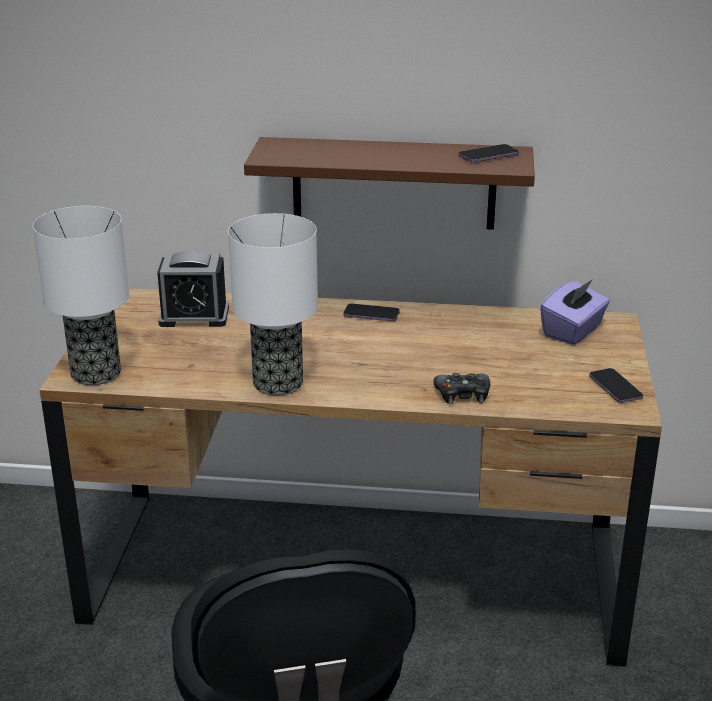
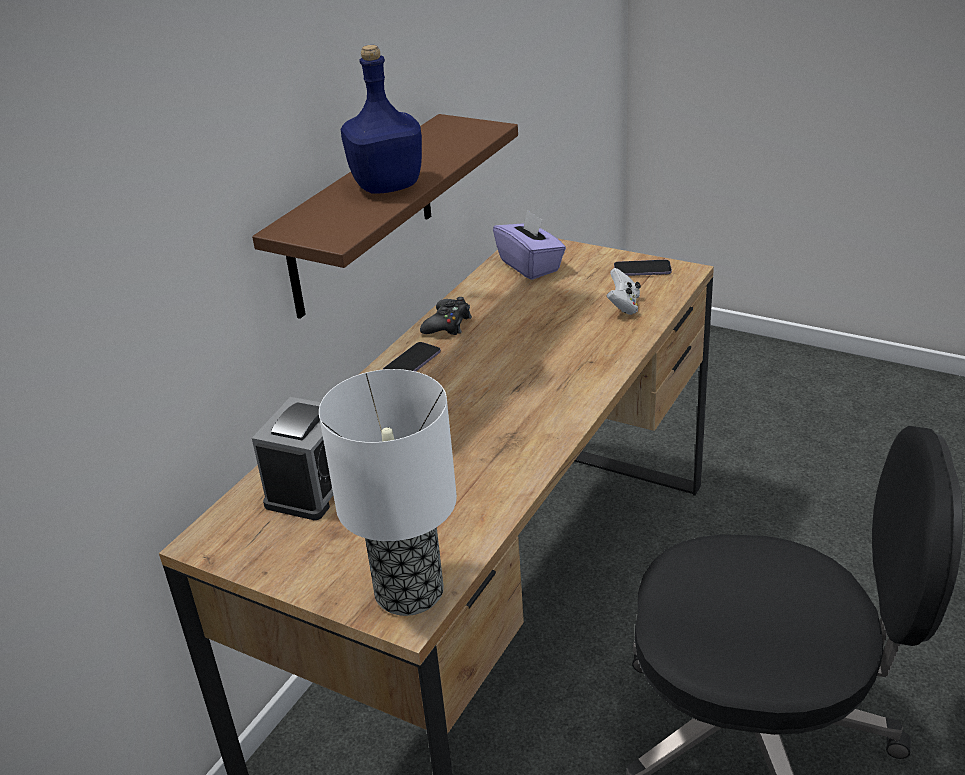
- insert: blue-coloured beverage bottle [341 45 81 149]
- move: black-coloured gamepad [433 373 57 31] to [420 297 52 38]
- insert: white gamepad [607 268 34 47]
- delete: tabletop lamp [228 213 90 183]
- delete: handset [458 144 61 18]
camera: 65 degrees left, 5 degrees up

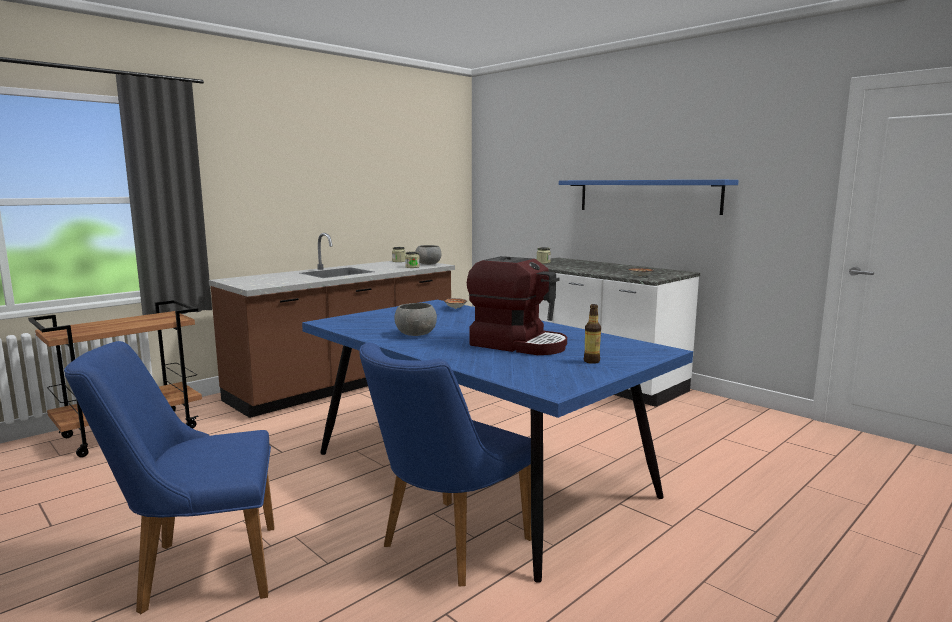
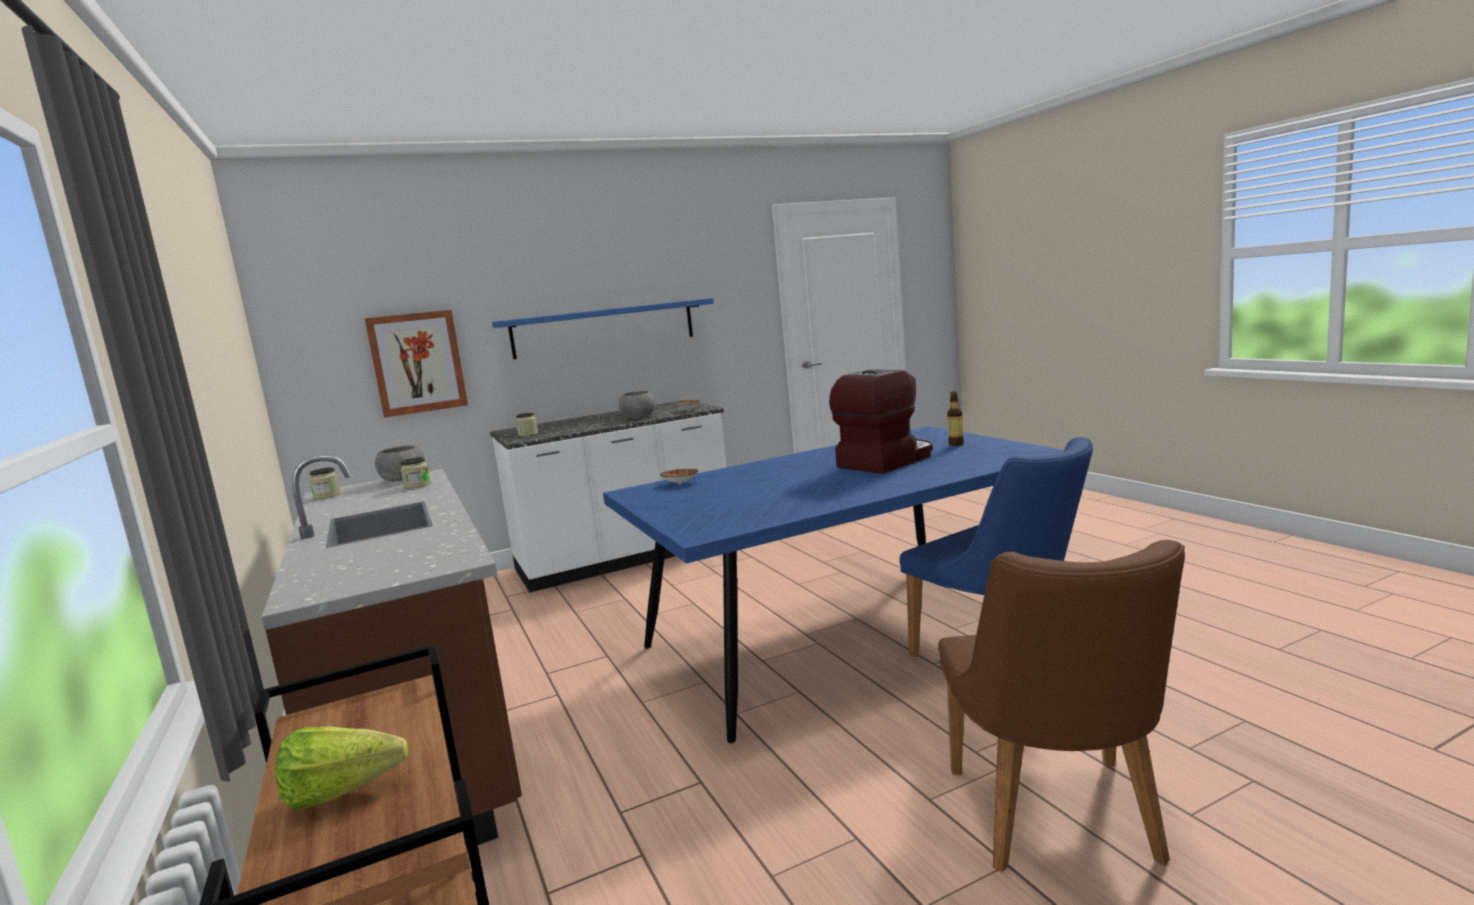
- insert: head of lettuce [275 726 133 84]
- insert: picture [365 310 103 108]
- move: greyish deep dish [394 303 43 33] to [618 391 37 28]
- recolor: blue-coloured chair [64 341 211 273] to brownish chair [938 540 247 332]
camera: 70 degrees left, 0 degrees up

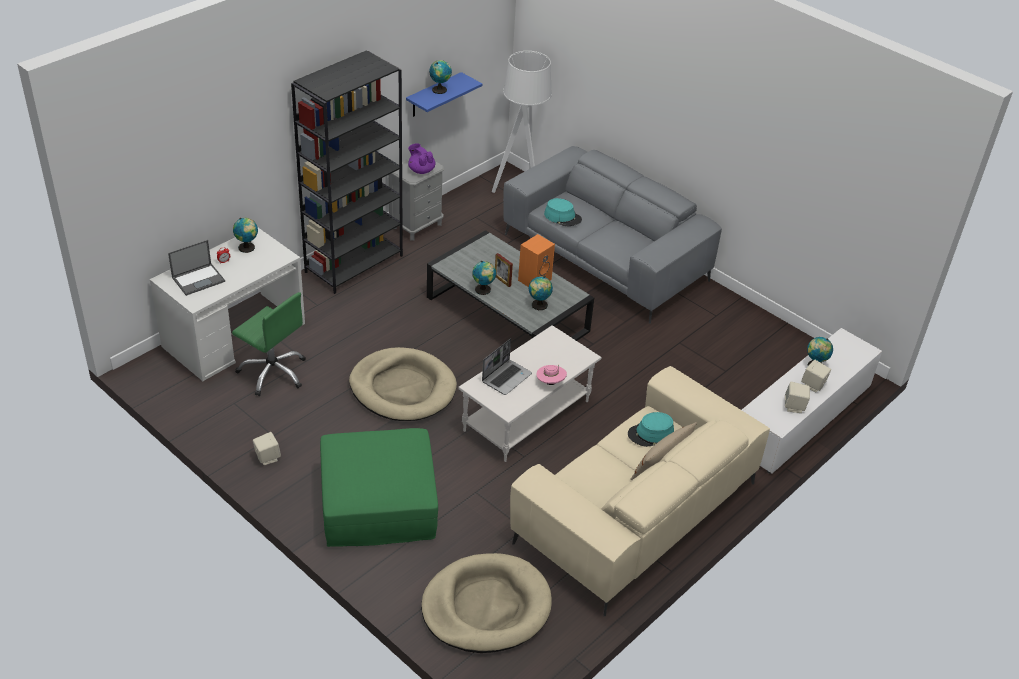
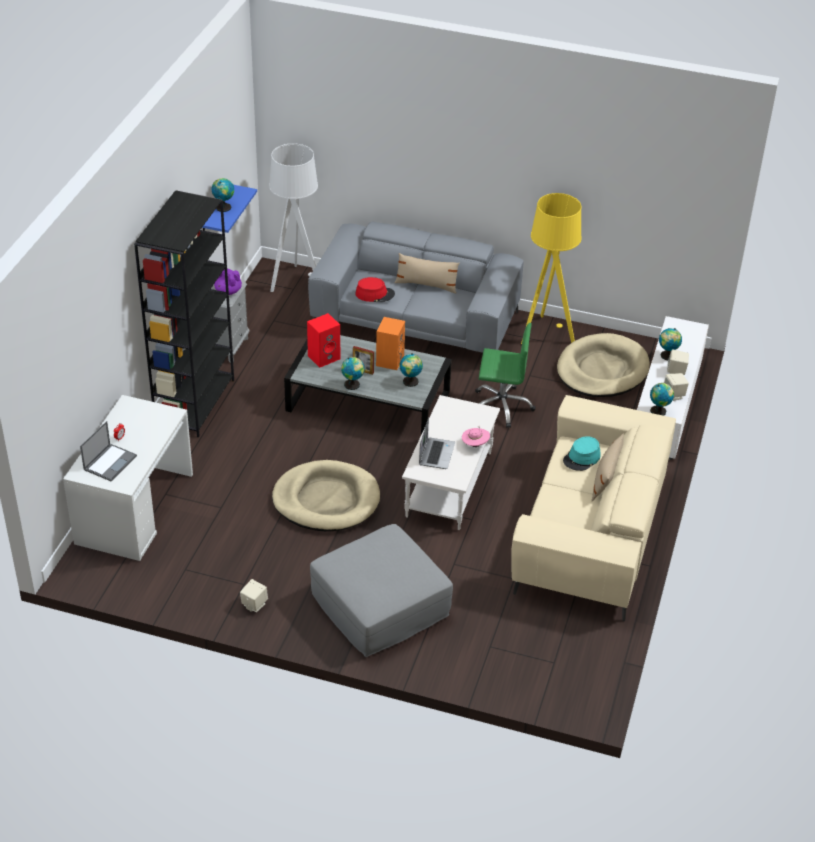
- insert: red-coloured speaker [307 313 33 55]
- recolor: greenish footrest [320 428 118 119] to greyish footrest [310 524 143 133]
- recolor: turquoise-coloured hat [544 198 38 28] to red-coloured hat [355 277 40 25]
- insert: beige throw pillow [395 253 65 40]
- move: greenish office chair [232 292 74 104] to [475 323 60 105]
- insert: yellow standard lamp [521 193 61 151]
- move: beige dog bed [421 553 131 100] to [557 333 93 64]
- move: globe [233 218 25 35] to [650 383 24 33]
camera: 25 degrees left, 0 degrees up

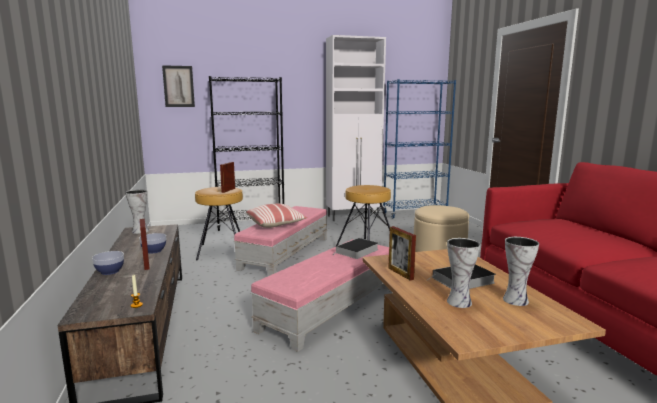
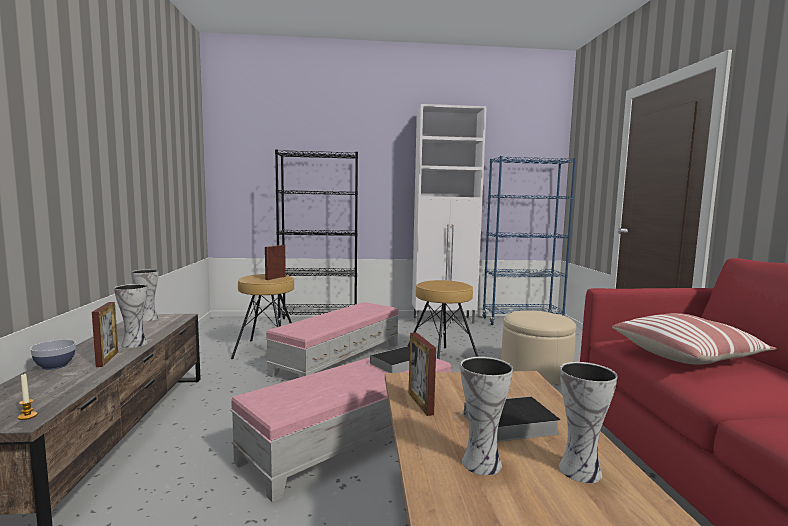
- replace: deep dish [139 233 27 20] to decorative vase [114 284 34 64]
- move: throw pillow [246 204 61 24] to [612 313 164 52]
- delete: picture [162 65 33 42]
camera: 10 degrees right, 5 degrees down

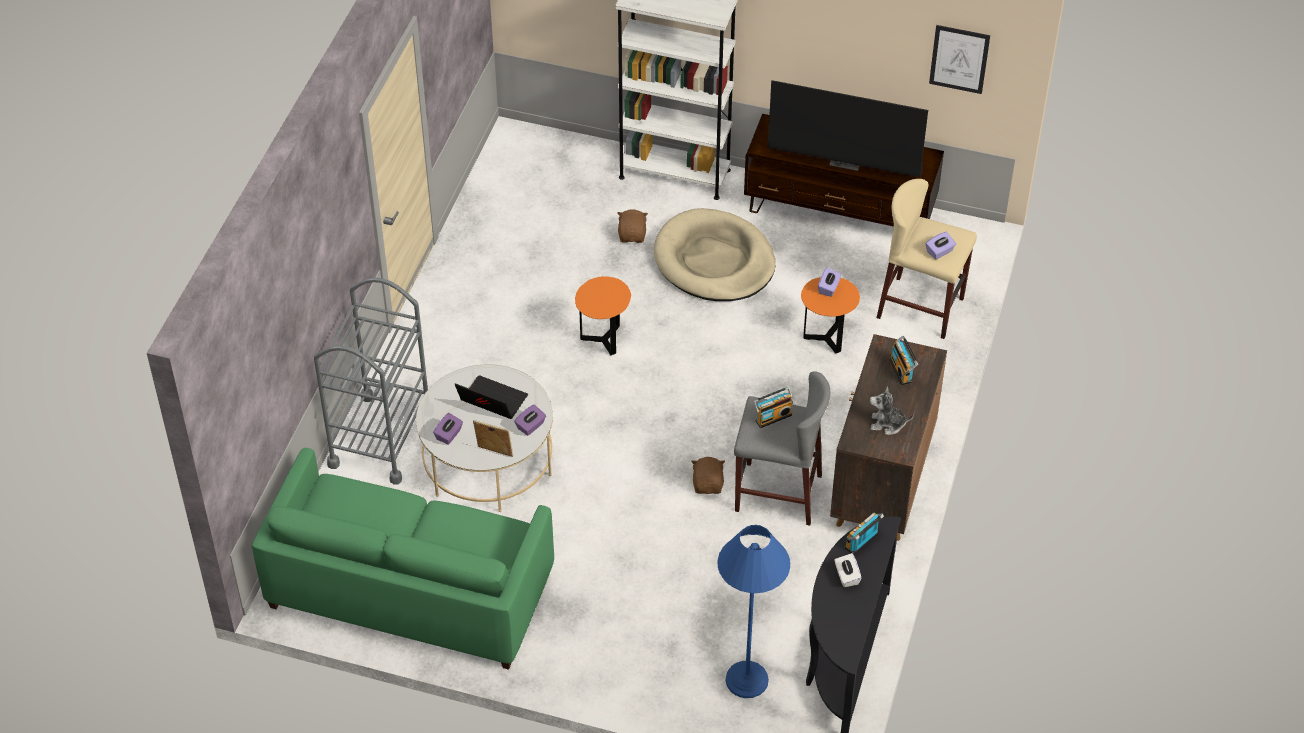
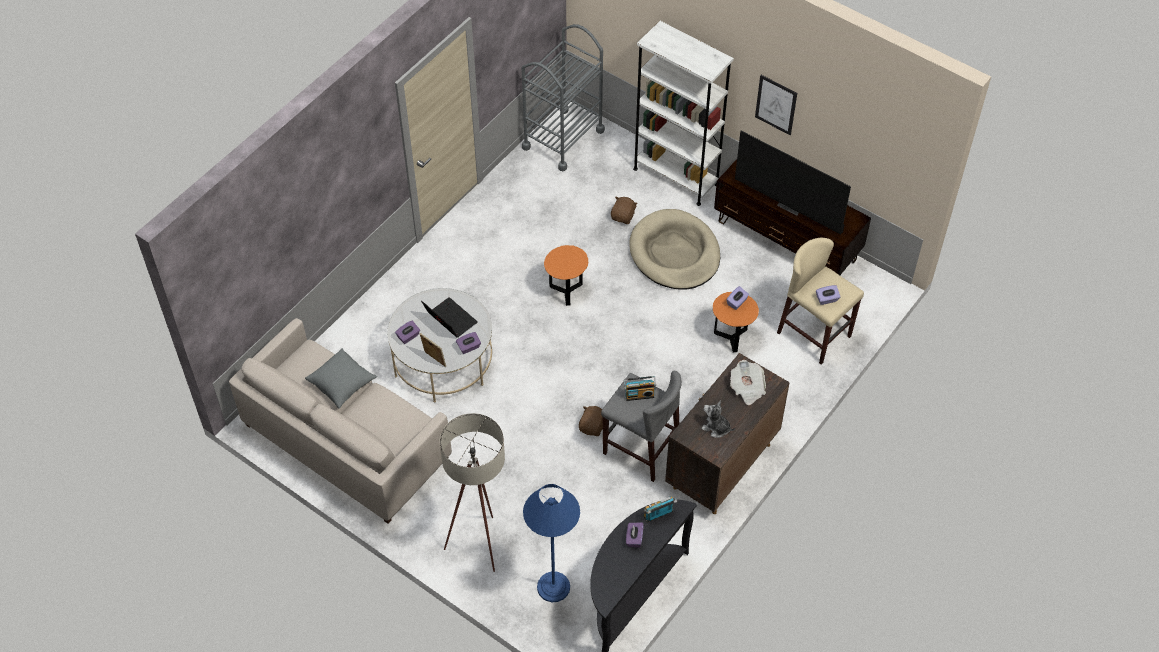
- recolor: greenish settee [252 448 302 222] to beige settee [229 318 223 206]
- insert: greyish throw pillow [305 348 72 61]
- insert: beige standard lamp [440 413 65 159]
- move: greyish trolley [314 277 114 207] to [521 24 84 147]
- recolor: white box of tissues [835 553 26 34] to purple-coloured box of tissues [626 522 18 26]
- replace: radio [889 335 29 50] to daily paper [730 360 36 45]
- move: picture [929 25 61 69] to [755 75 42 60]
camera: 20 degrees right, 5 degrees up

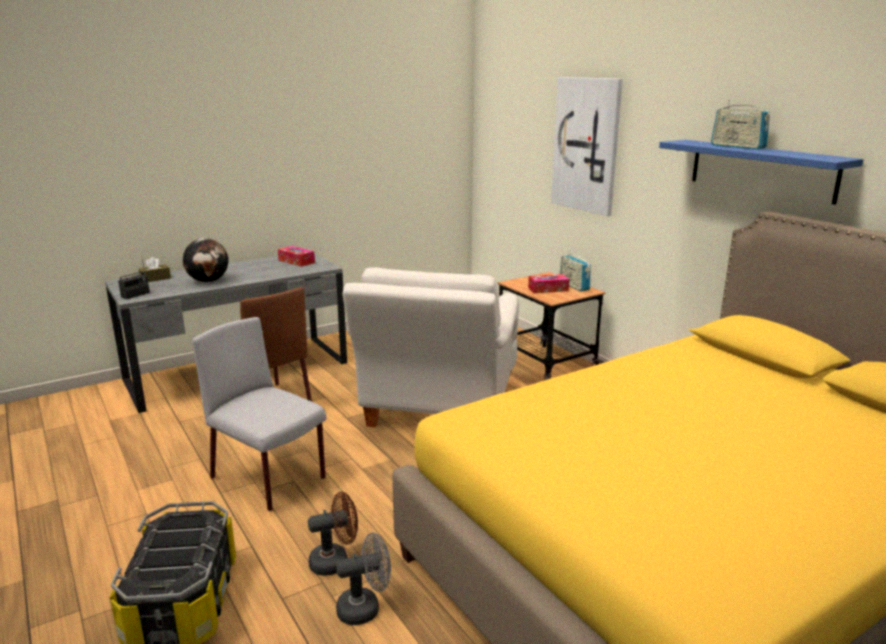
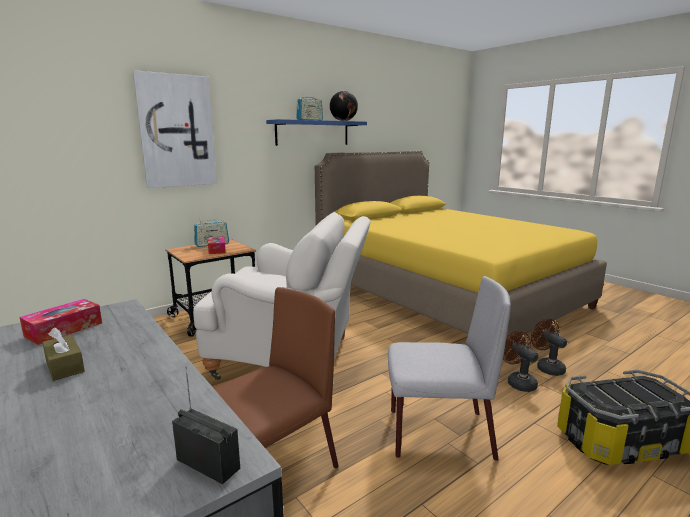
- move: brownish box of tissues [139 257 32 25] to [42 327 43 54]
- move: globe [183 238 46 44] to [330 91 28 30]
- rotate: greyish chair [192 317 134 194] = [388 276 123 185] 120 degrees counterclockwise
- recolor: greyish fan [336 533 55 92] to brownish fan [531 319 36 57]
camera: 95 degrees left, 5 degrees down

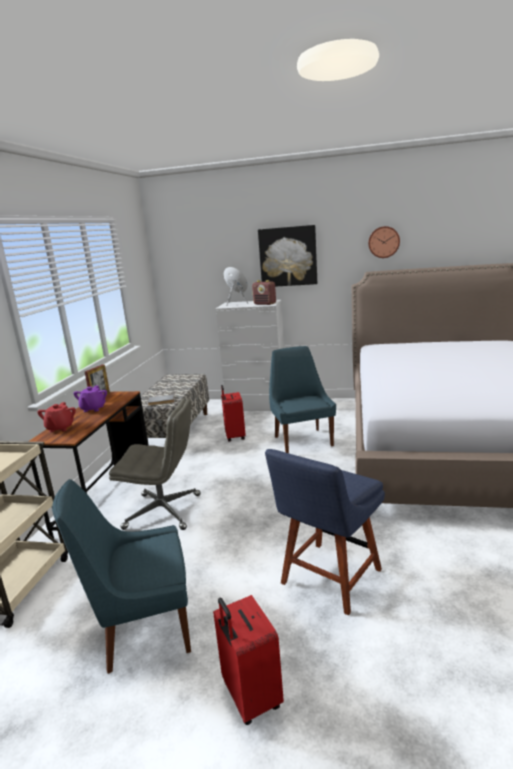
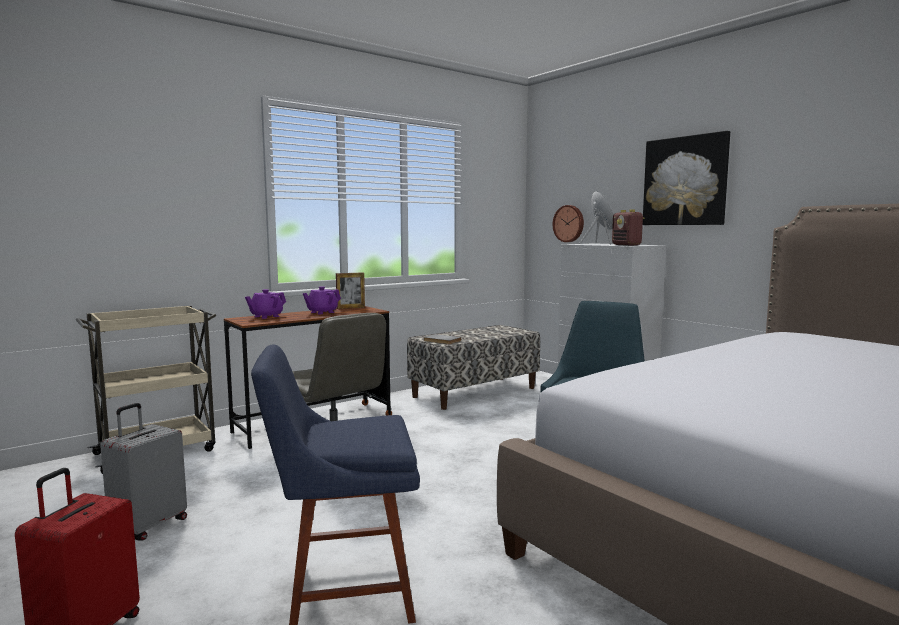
- replace: blue-coloured chair [52 479 139 195] to greyish travel case [100 403 87 138]
- recolor: red-coloured tea pot [37 402 39 30] to purple-coloured tea pot [245 289 41 30]
- move: clock on the wall [368 226 32 32] to [553 205 31 37]
- delete: red-coloured travel case [221 385 25 57]
camera: 40 degrees right, 10 degrees down

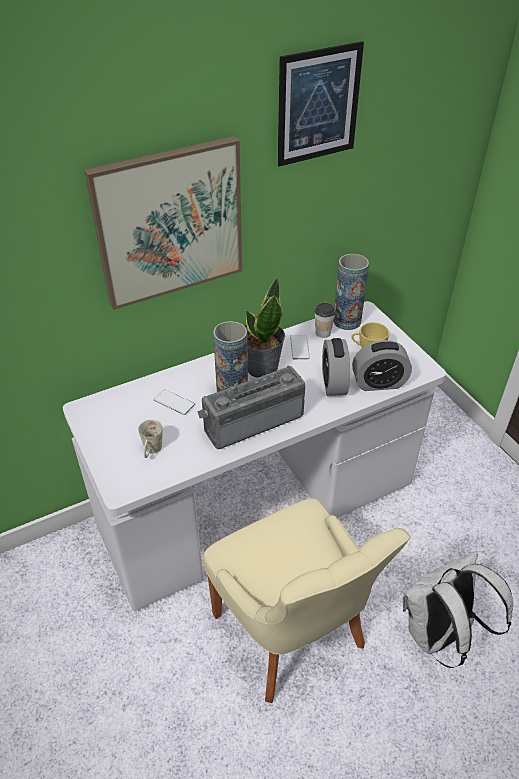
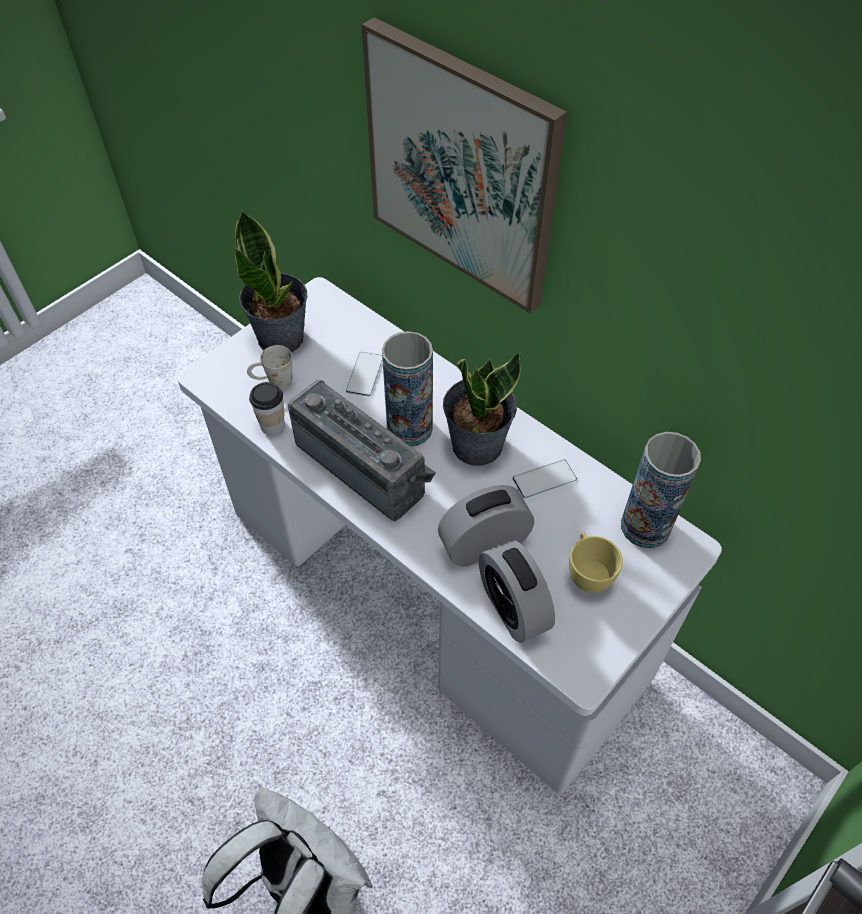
- insert: plant in a pot [235 210 72 142]
- move: small cup [315 303 20 35] to [249 382 36 53]
- delete: beige chair [203 498 208 205]
- delete: picture [278 41 86 126]
camera: 70 degrees right, 10 degrees up

